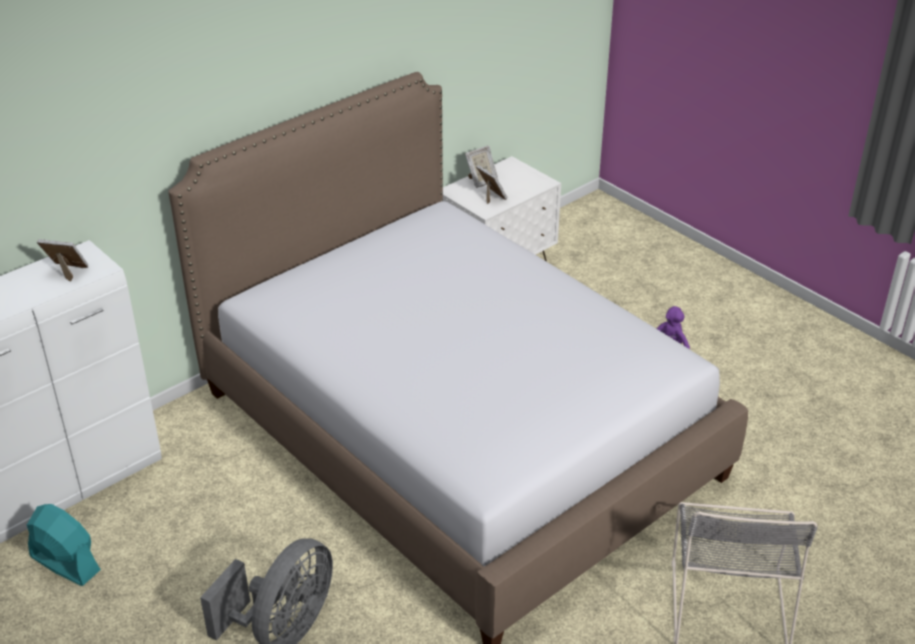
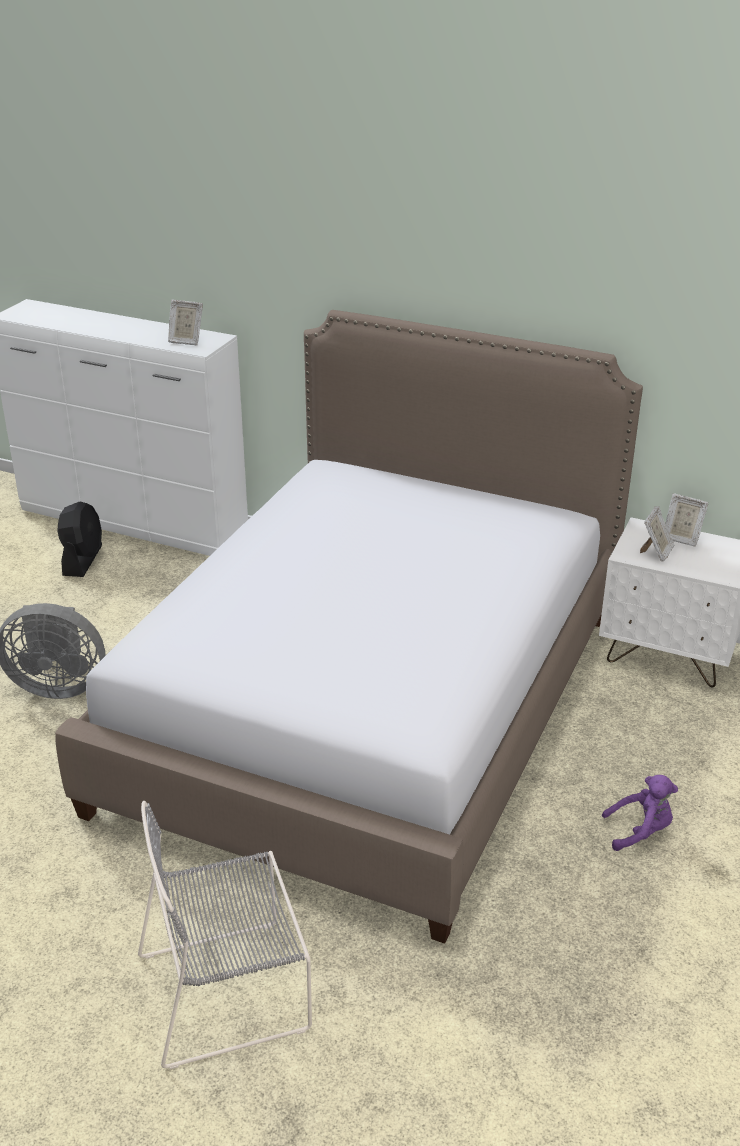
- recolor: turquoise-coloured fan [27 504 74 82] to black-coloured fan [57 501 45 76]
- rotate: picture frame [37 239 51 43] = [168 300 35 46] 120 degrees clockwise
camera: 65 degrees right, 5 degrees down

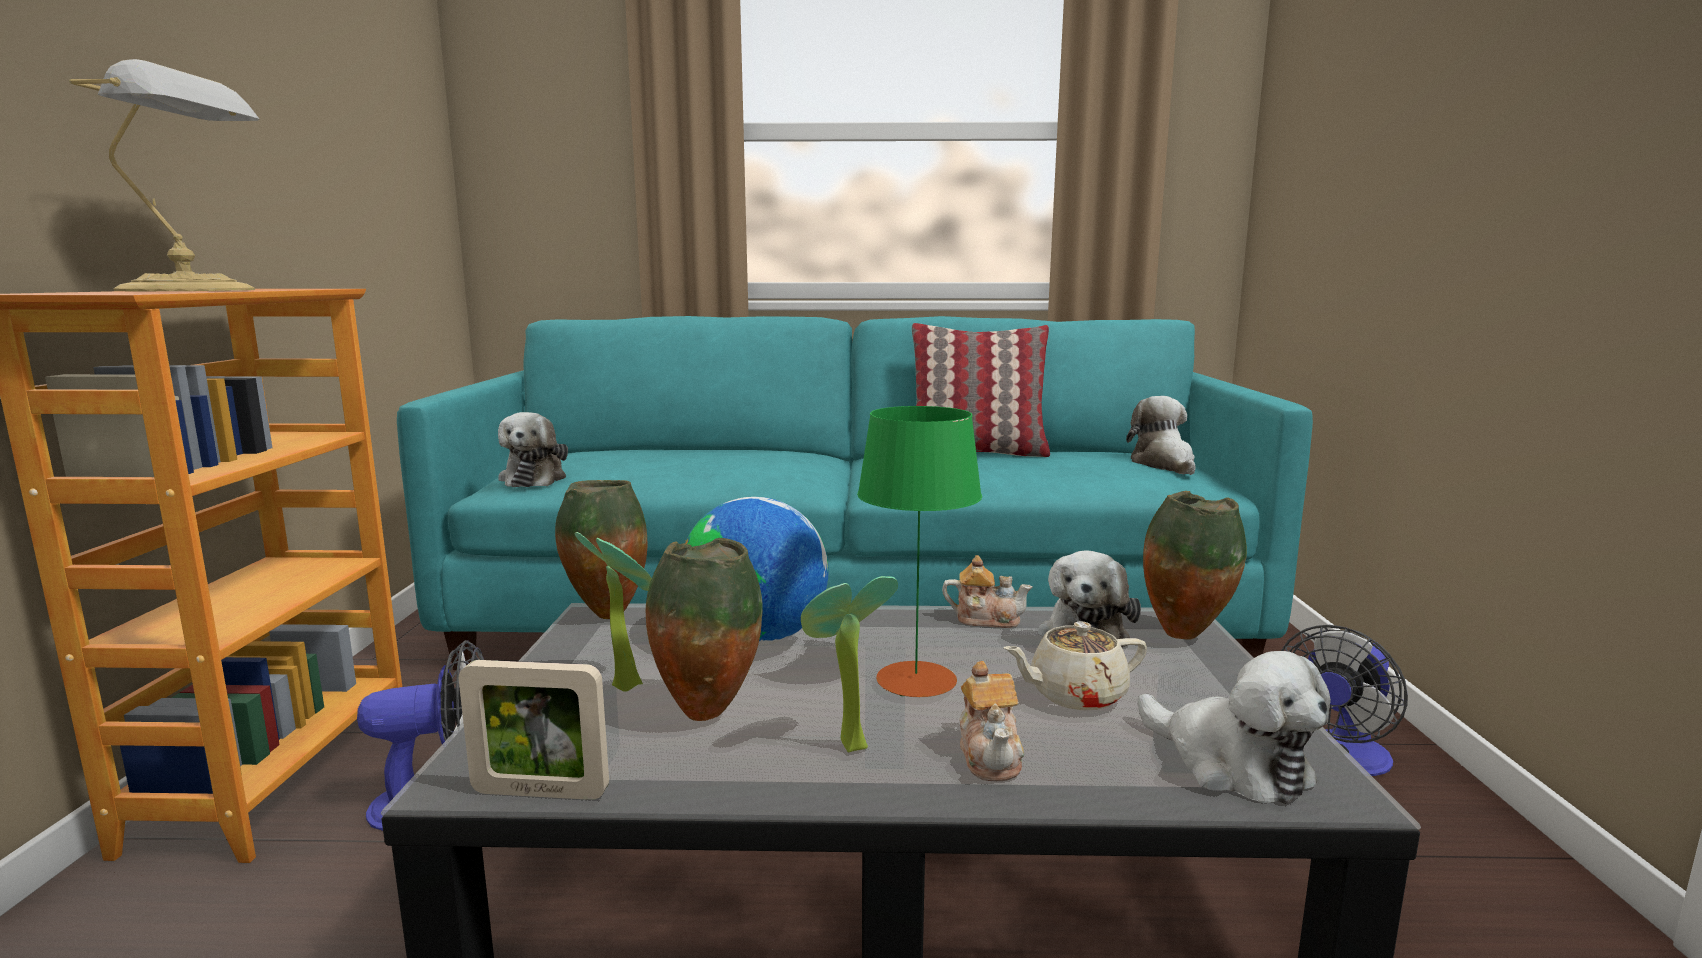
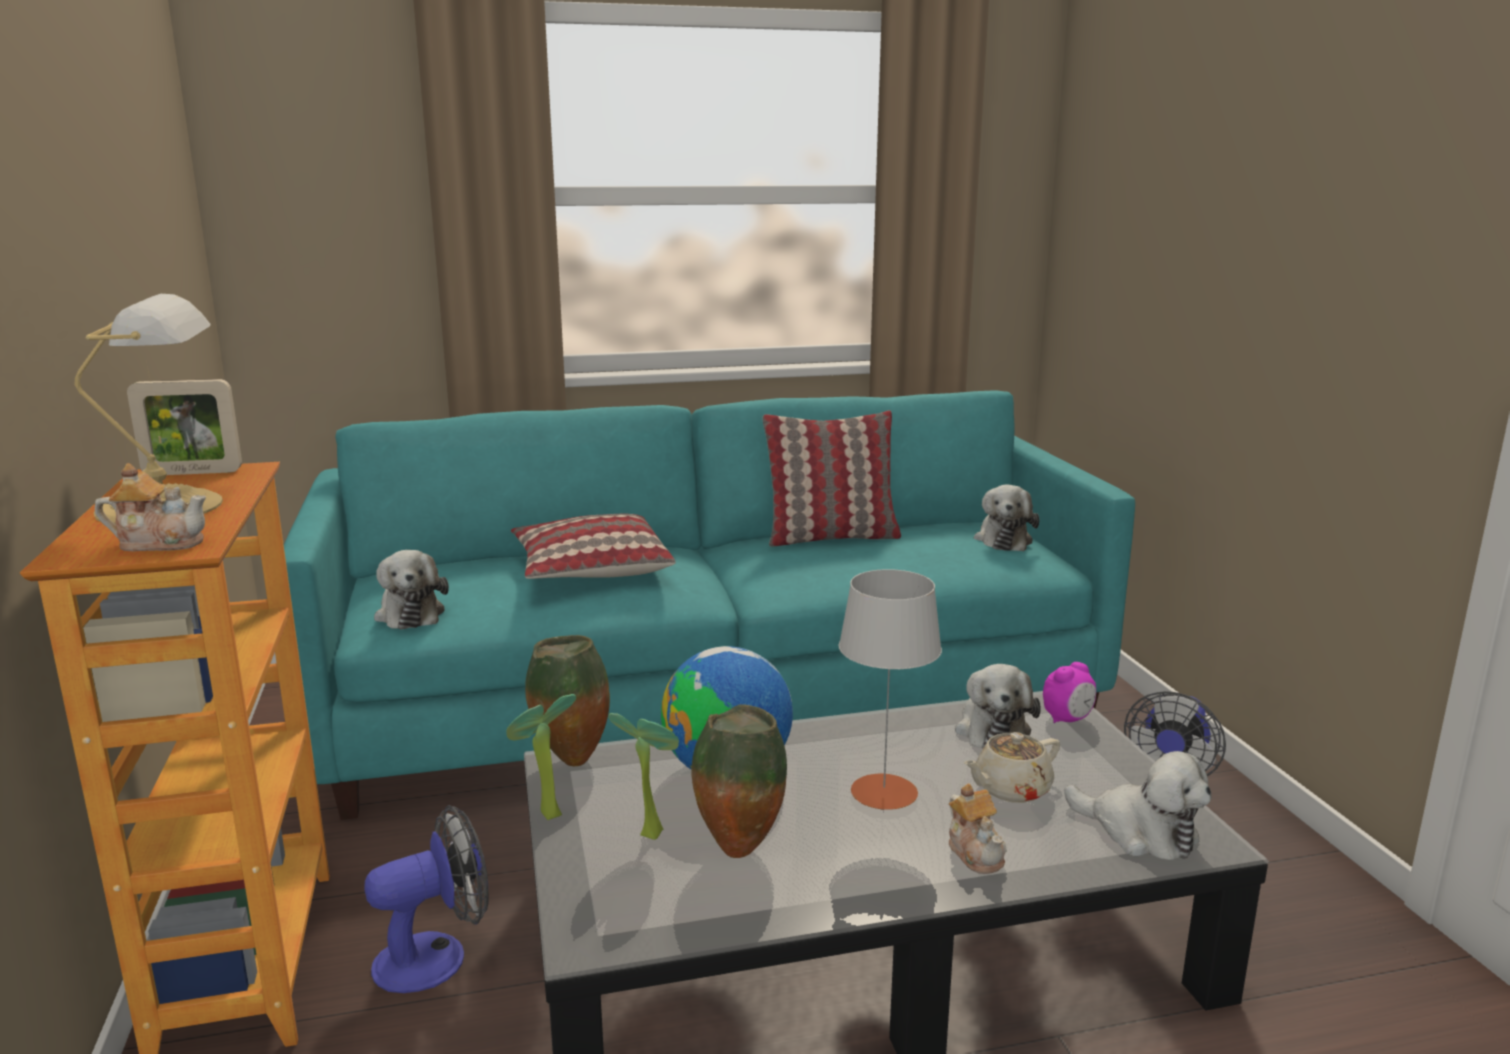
- move: tea pot [942 555 91 73] to [95 463 111 88]
- move: picture frame [459 660 150 140] to [127 379 115 96]
- move: plant in a pot [801 576 97 177] to [506 694 70 126]
- insert: throw pillow [511 514 165 65]
- recolor: greenish tabletop lamp [857 406 125 291] to greyish tabletop lamp [839 569 103 241]
- rotate: soft toy [1126 396 70 79] = [974 484 66 67] 150 degrees counterclockwise
- replace: decorative vase [1143 491 104 149] to alarm clock [1043 662 53 61]
camera: 15 degrees left, 5 degrees up

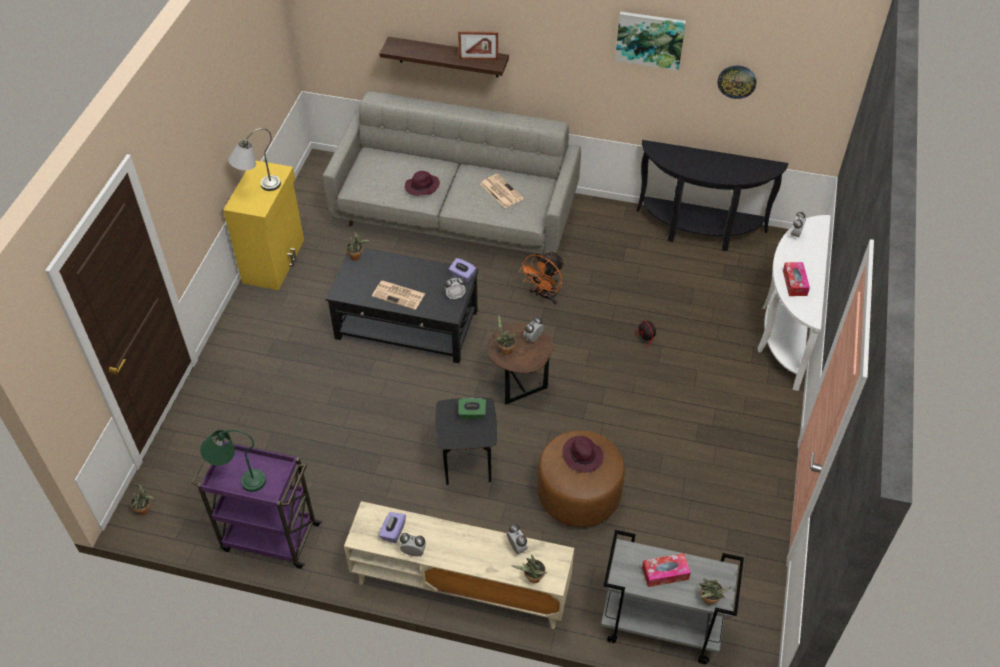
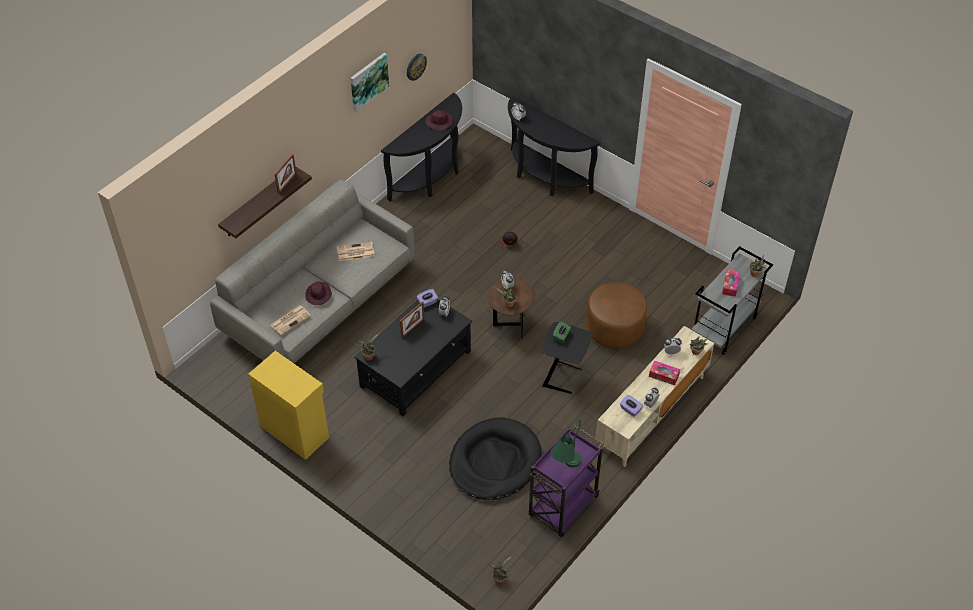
- move: daily paper [372 281 53 29] to [270 305 41 30]
- insert: picture frame [400 301 24 37]
- move: purple-coloured hat [562 436 42 37] to [426 110 27 21]
- insert: black-coloured dog bed [449 417 92 83]
- recolor: white hall table [758 215 73 176] to black-coloured hall table [508 96 93 100]
- move: box of tissues [783 262 27 34] to [649 361 31 25]
- delete: greyish tabletop lamp [228 128 53 63]
- delete: orange fan [519 251 46 53]
camera: 65 degrees left, 0 degrees up

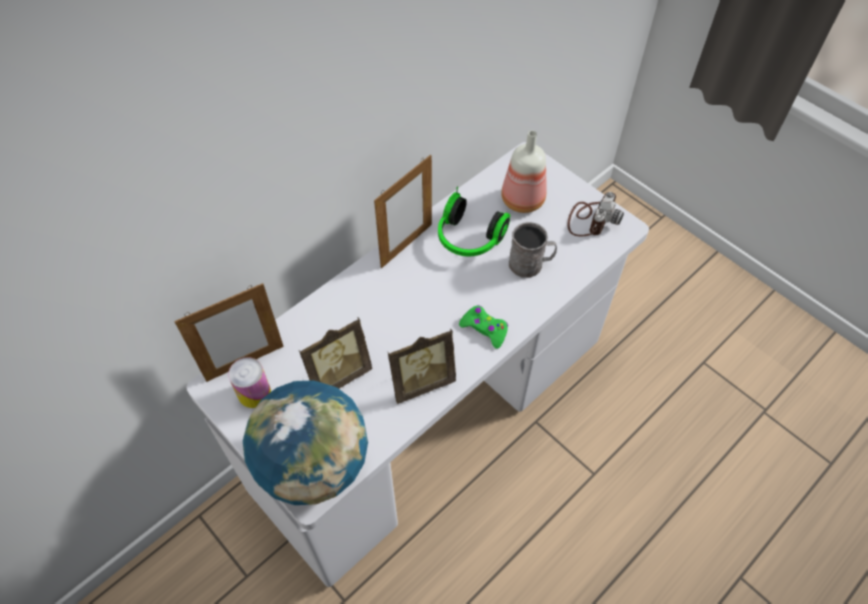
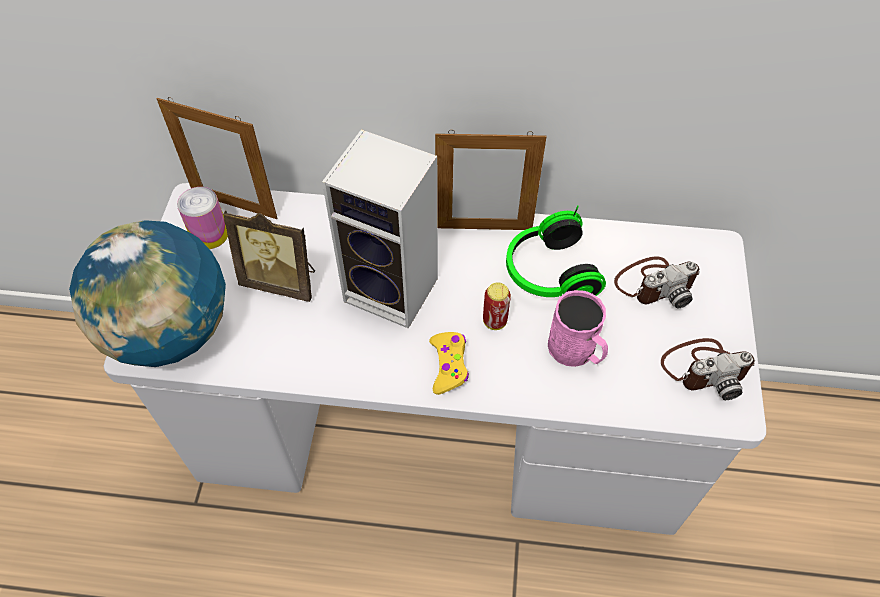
- insert: speaker [322 129 116 200]
- recolor: greenish gamepad [459 305 49 44] to yellow gamepad [429 332 40 63]
- insert: sealed can [483 282 28 48]
- recolor: greyish coffee mug [509 222 48 56] to pink-coloured coffee mug [548 290 60 77]
- replace: beverage bottle [501 130 46 83] to photo camera [614 256 86 53]
- delete: picture frame [388 328 68 76]
camera: 50 degrees right, 0 degrees up

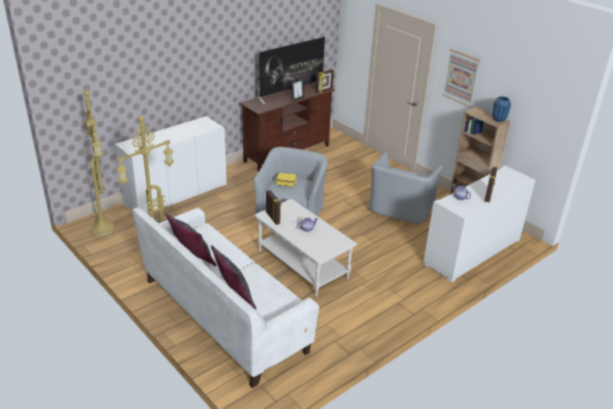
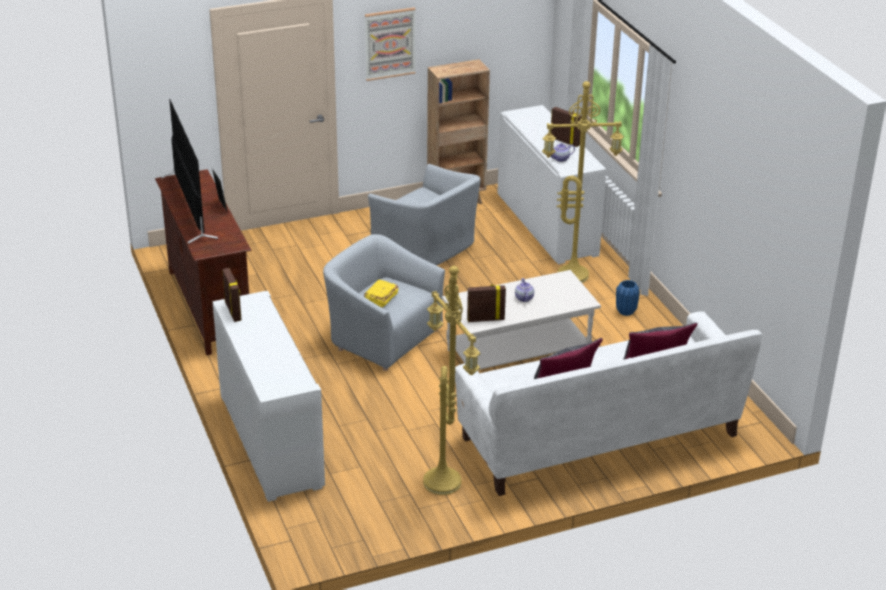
- move: picture frame [315 69 19 24] to [222 268 19 54]
- move: yellow standard lamp [83 90 31 146] to [542 81 82 202]
- move: blue-coloured decorative vase [492 96 19 26] to [616 280 24 36]
camera: 70 degrees left, 0 degrees up

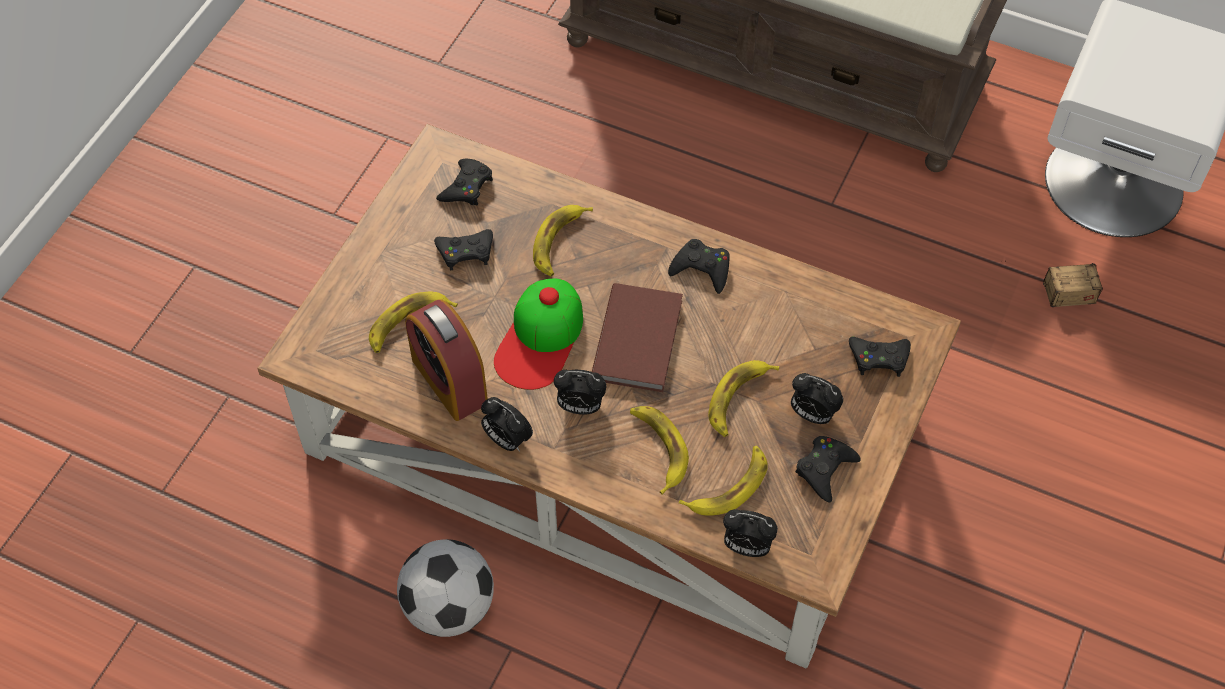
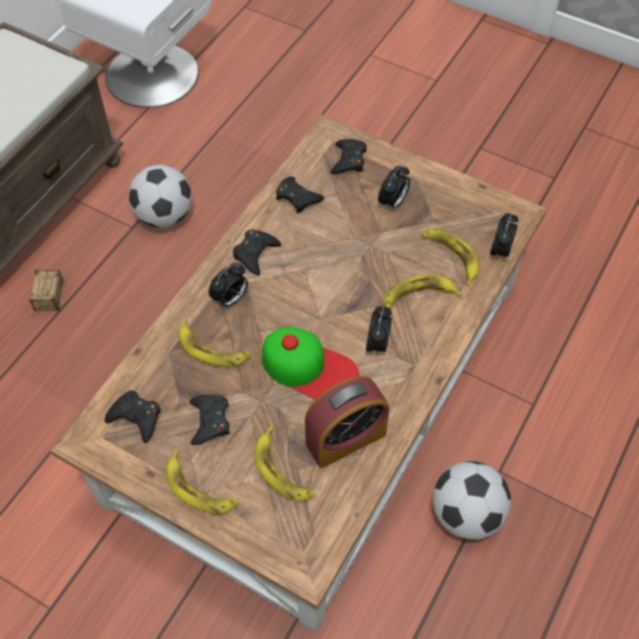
- move: storage box [1004 260 99 47] to [29 270 35 46]
- insert: ball for football [129 165 63 63]
- move: banana fruit [708 360 71 77] to [166 449 72 65]
- move: alarm clock [481 397 52 55] to [209 263 39 45]
- move: black-coloured gamepad [795 436 66 67] to [276 176 48 37]
- delete: brownish volume [592 283 91 109]
camera: 85 degrees left, 0 degrees up

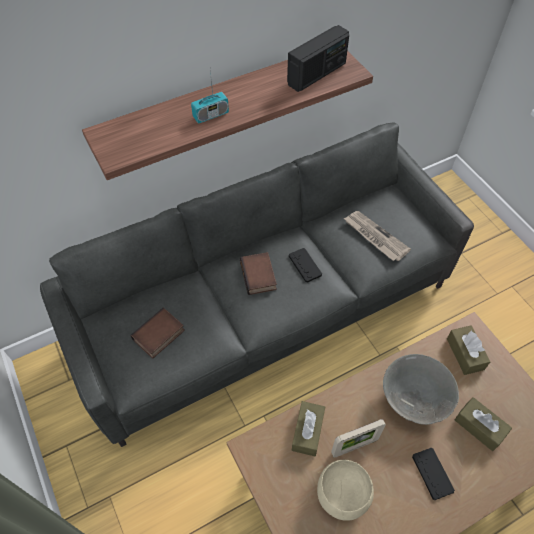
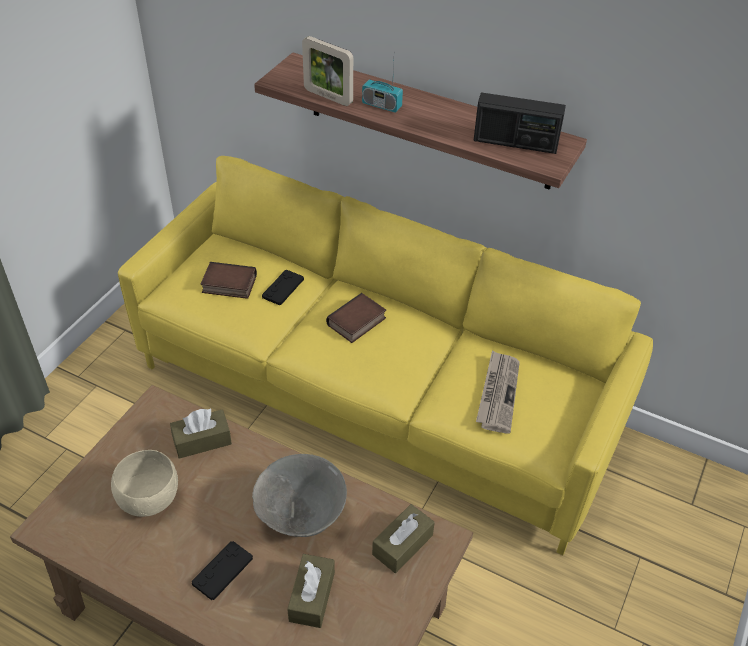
- recolor: greyish settee [40 123 434 324] to yellow settee [118 156 535 399]
- move: black-coloured gamepad [289 248 33 35] to [262 270 42 35]
- move: picture frame [331 419 55 39] to [302 36 51 70]
camera: 55 degrees right, 10 degrees down

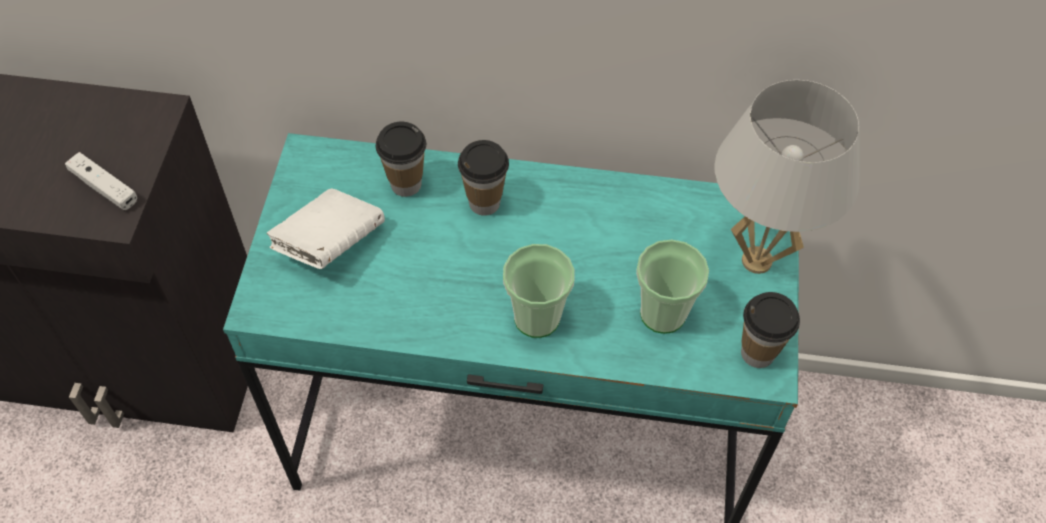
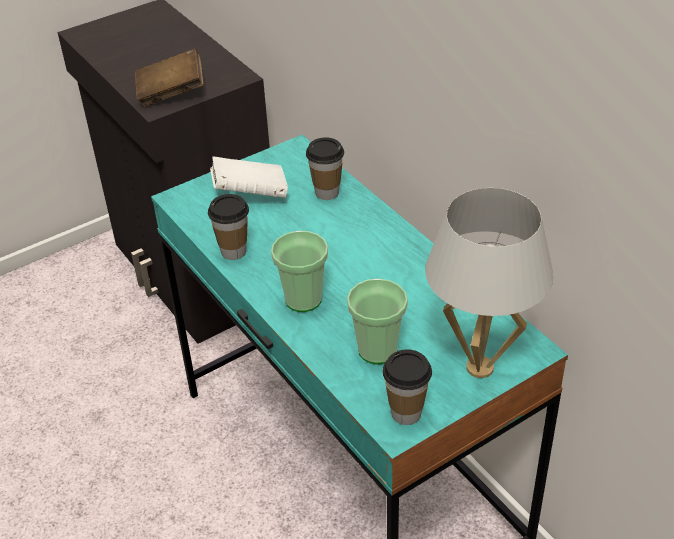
- replace: white gamepad [65 152 72 58] to brownish volume [135 49 68 58]
- move: small cup [458 140 51 76] to [208 194 41 66]
camera: 50 degrees right, 15 degrees down

